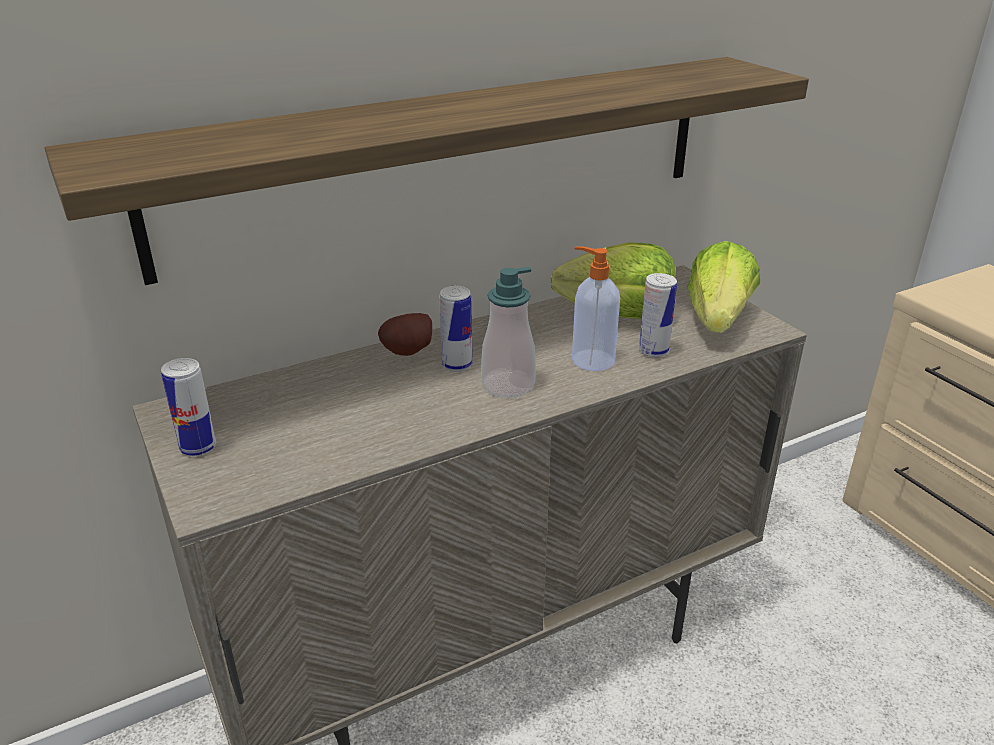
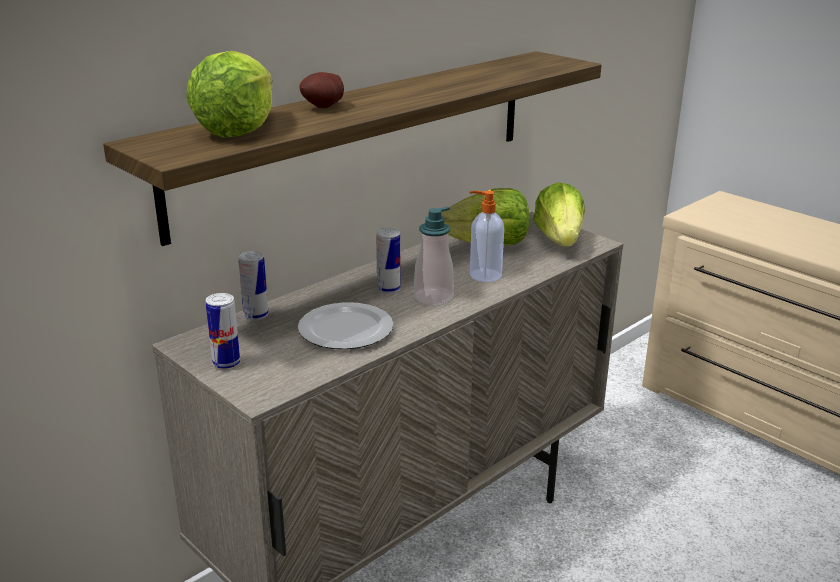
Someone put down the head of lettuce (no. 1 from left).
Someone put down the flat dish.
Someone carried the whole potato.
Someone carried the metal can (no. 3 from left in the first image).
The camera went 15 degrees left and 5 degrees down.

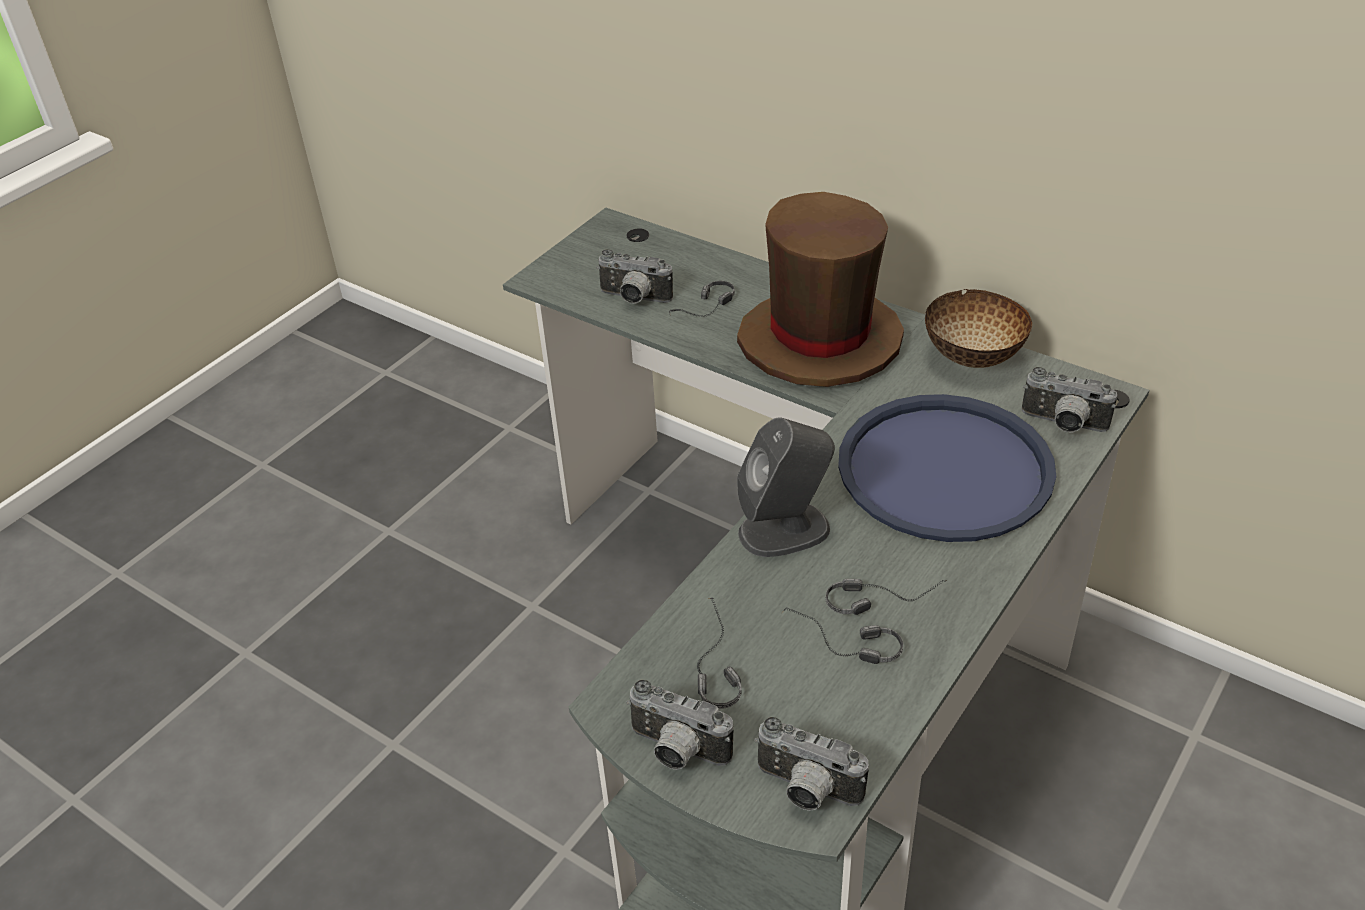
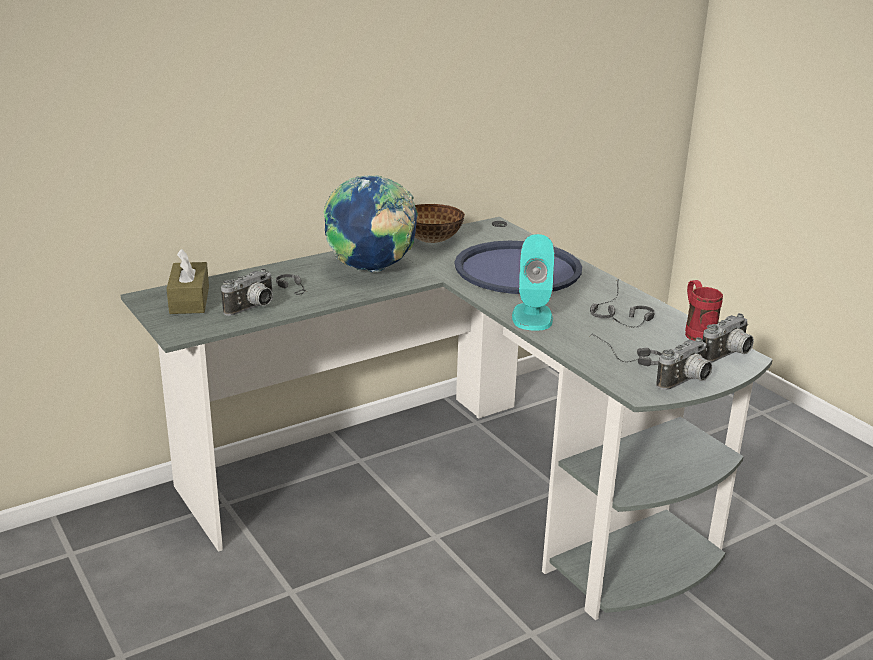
Someone took away the still camera (no. 4 from left).
Someone put down the brown tissue holder.
Someone put down the reddish tea mug.
Someone swapped the brown clothing hat for the desk globe.
Someone repainted the greyish speaker, which became the turquoise-coloured speaker.
The camera went 70 degrees left and 15 degrees down.

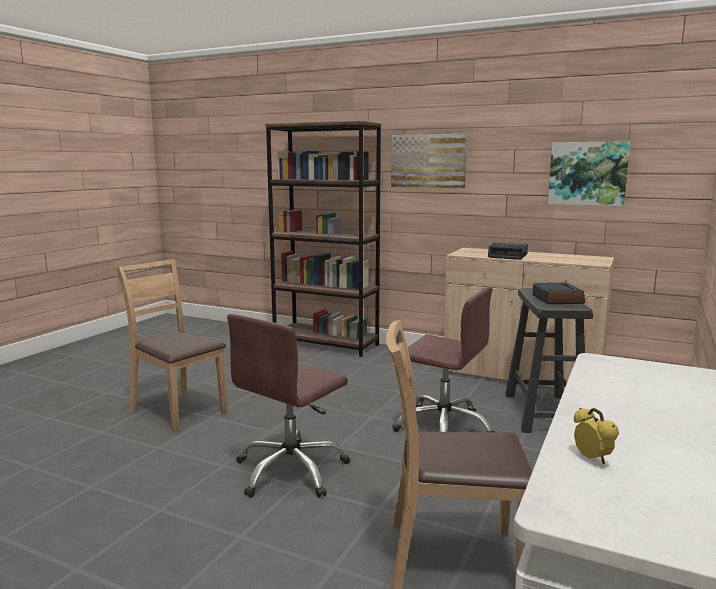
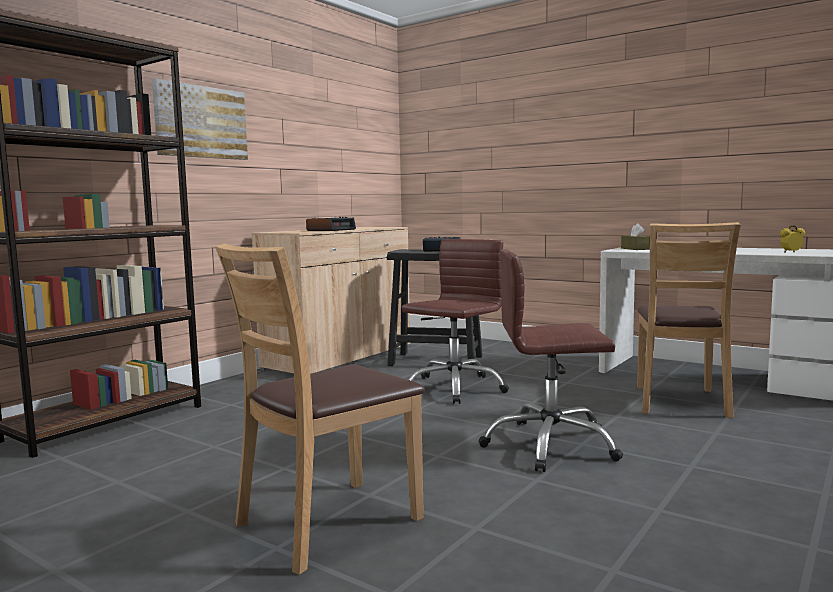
Someone took away the picture (no. 2 from left).
Someone put down the brown tissue holder.
Someone rotated the brown desk chair (no. 1 from left in the first image) by 135 degrees clockwise.
The camera went 80 degrees left and 5 degrees down.

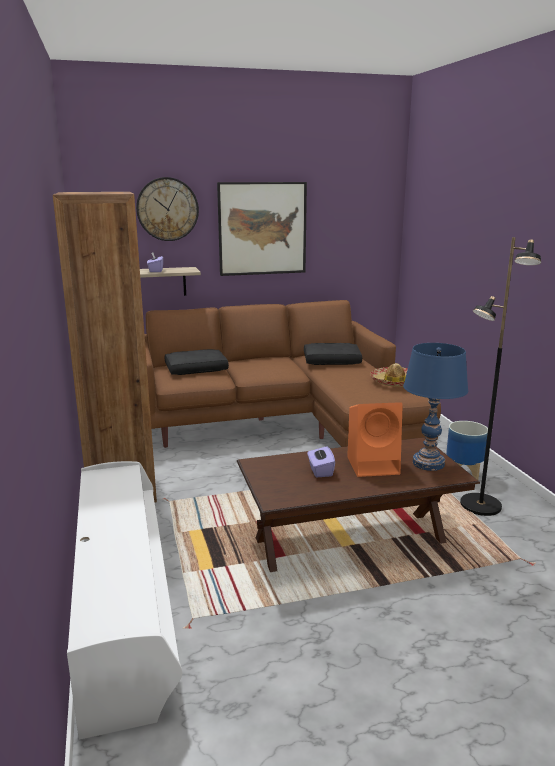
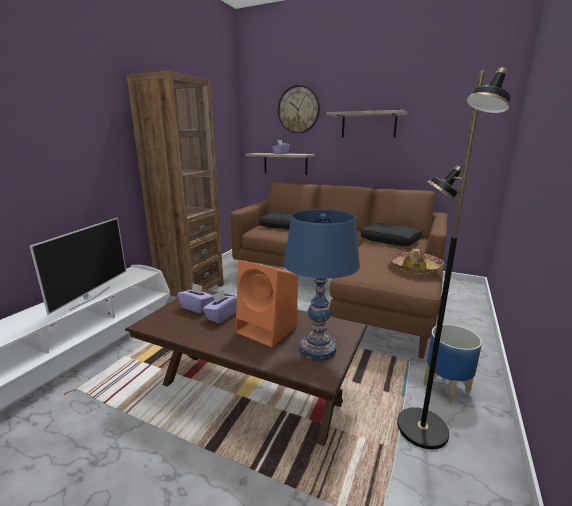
Someone put down the TV set.
Someone put down the purplish tissue holder (no. 1 from left).
Someone swapped the picture for the bracket shelf (no. 2 from left).
The camera went 40 degrees right and 0 degrees up.

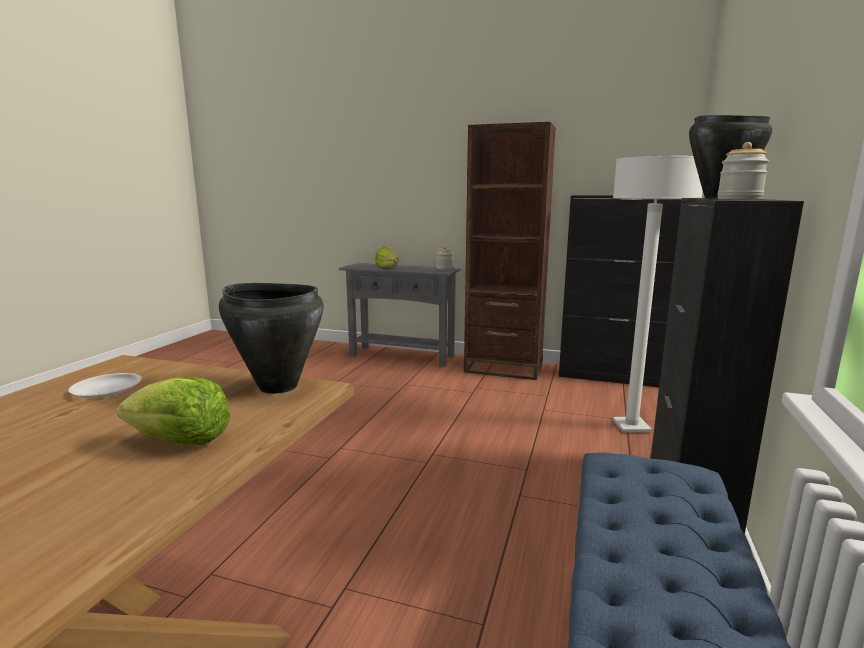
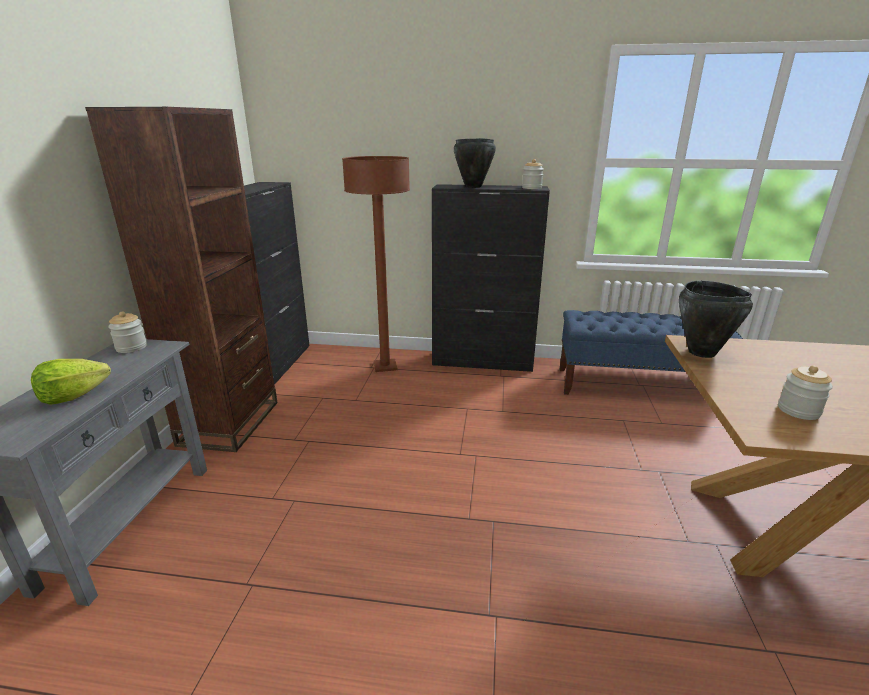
Someone took away the head of lettuce (no. 1 from left).
Someone swapped the whitish flat dish for the storage jar (no. 3 from left).
Someone repainted the whitish floor lamp, which became the brown floor lamp.
The camera went 100 degrees left and 10 degrees up.

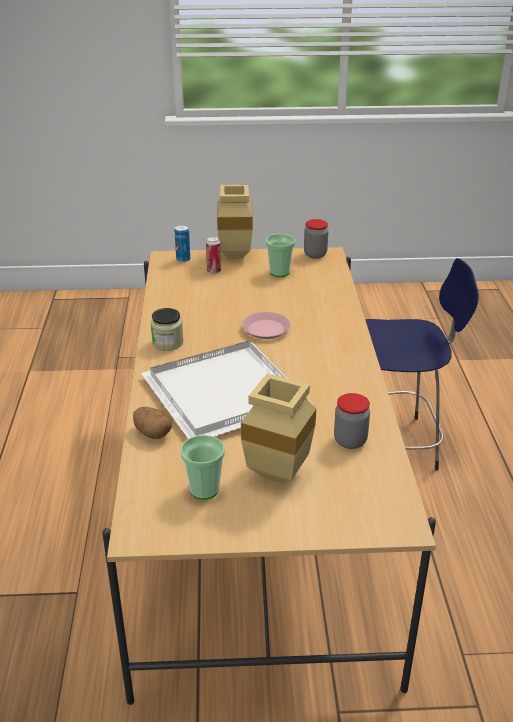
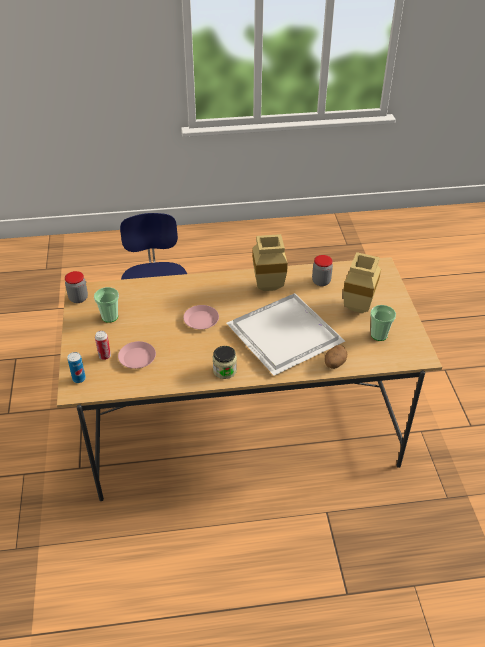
Someone put down the pinkish flat dish (no. 1 from left).
Someone carried the sand-coloured flower vase (no. 1 from left).
The camera went 95 degrees left and 10 degrees up.

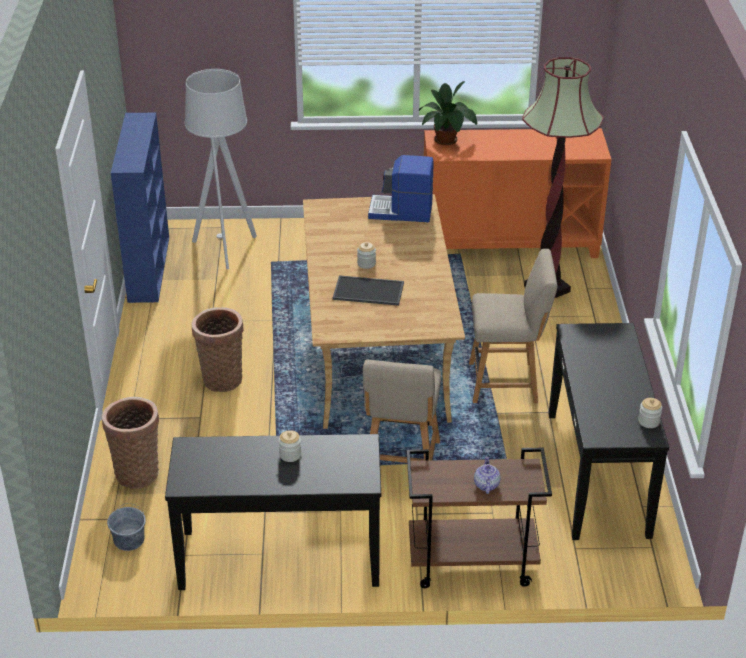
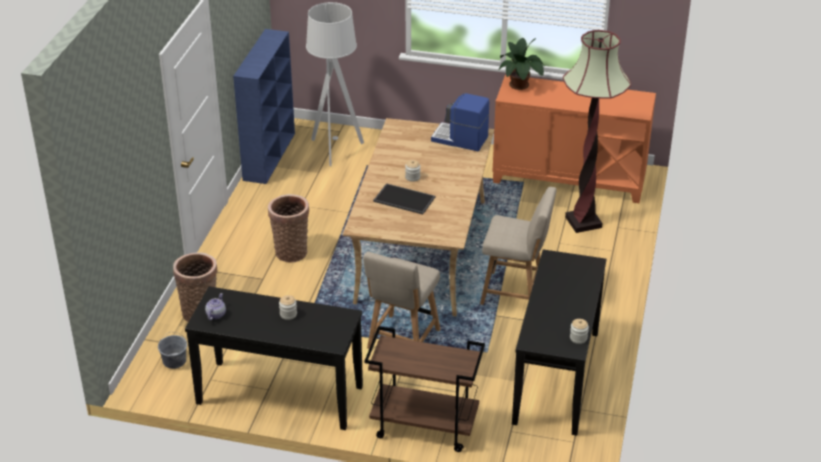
Someone carried the teapot.
The camera went 15 degrees right and 0 degrees up.

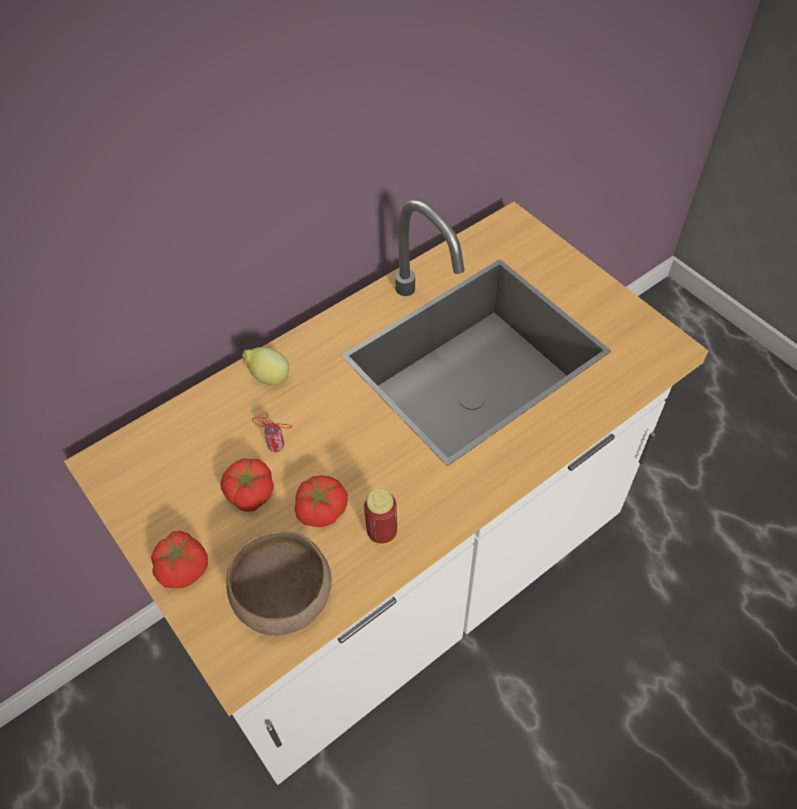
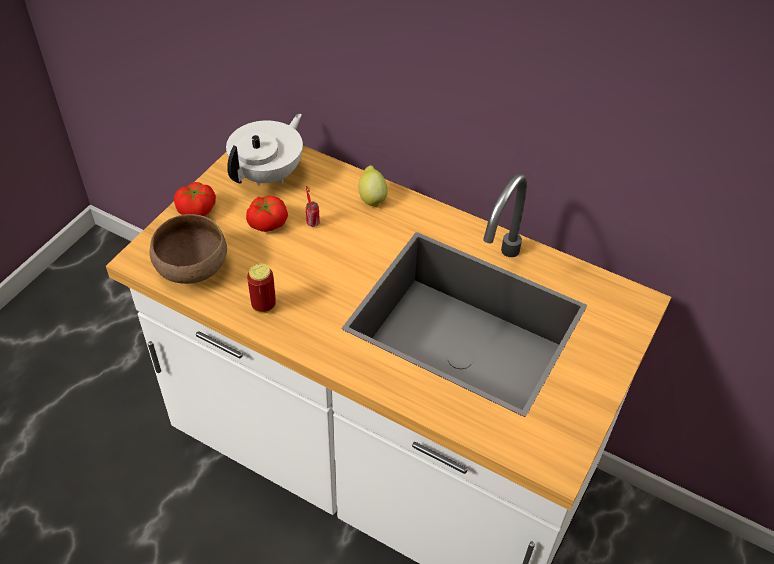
Someone took away the tomato (no. 3 from left).
Someone put down the whitish teapot.
The camera went 65 degrees right and 5 degrees down.

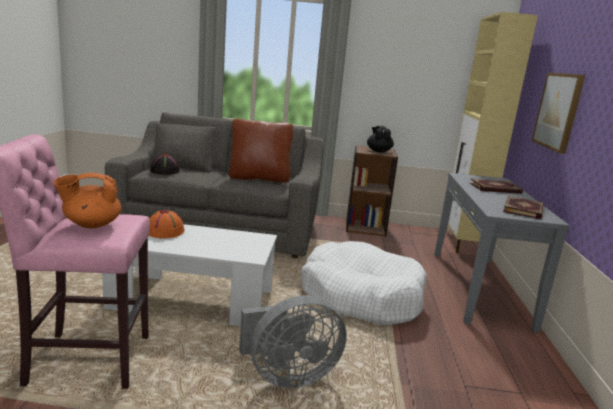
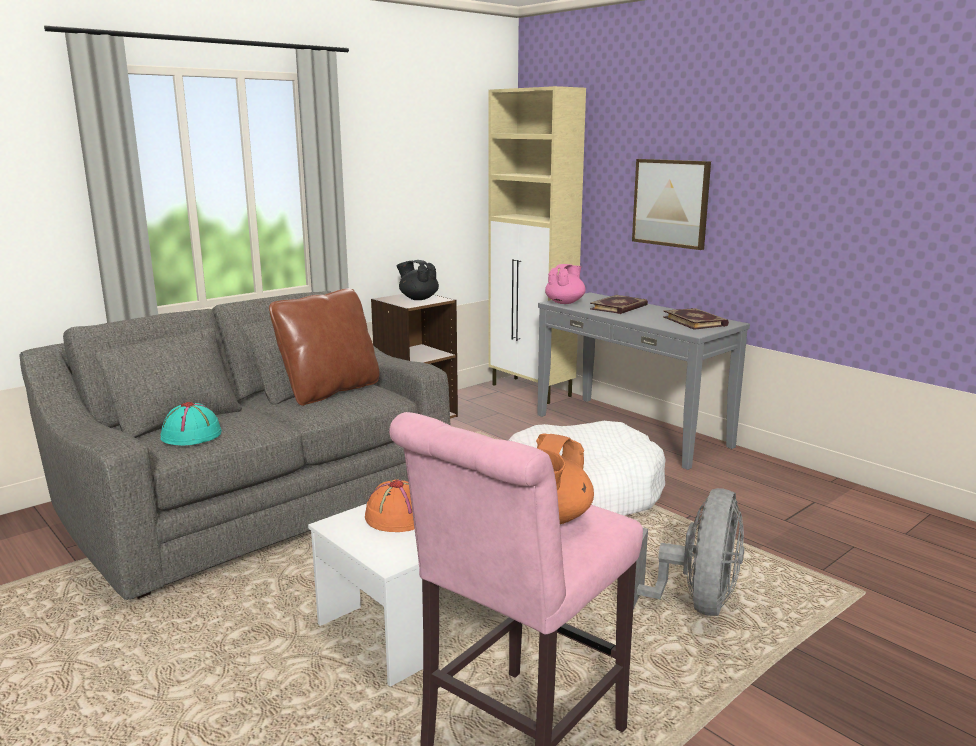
Someone put down the pinkish teapot.
Someone repainted the blackish clothing hat, which became the turquoise-coloured clothing hat.
The camera went 45 degrees left and 0 degrees up.

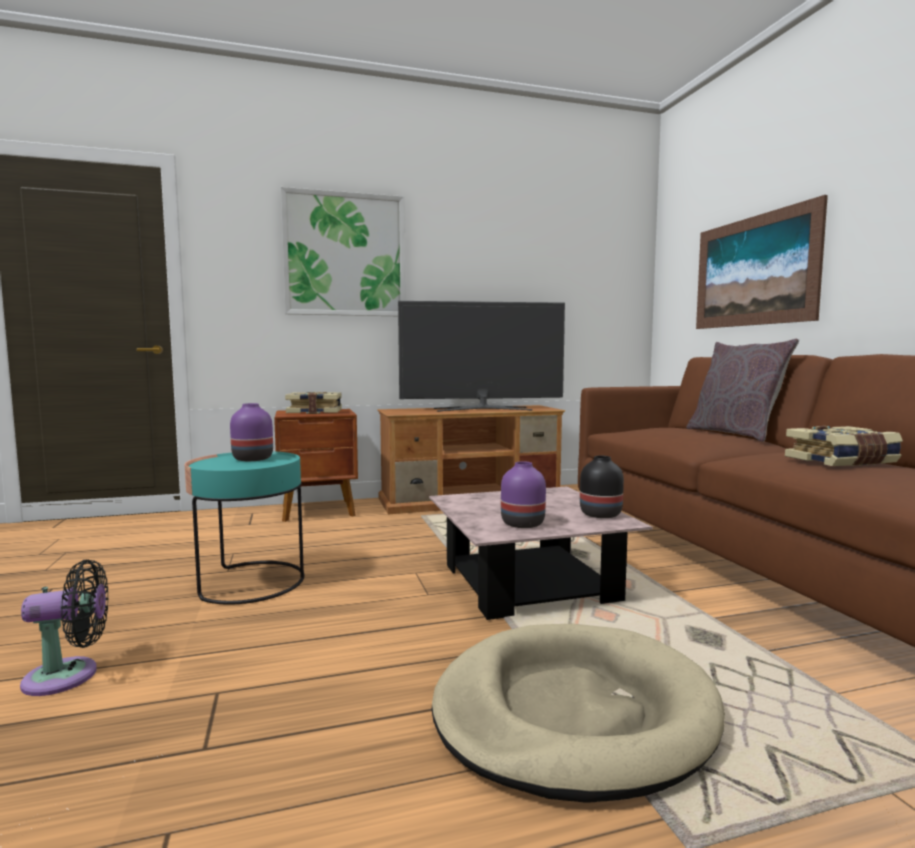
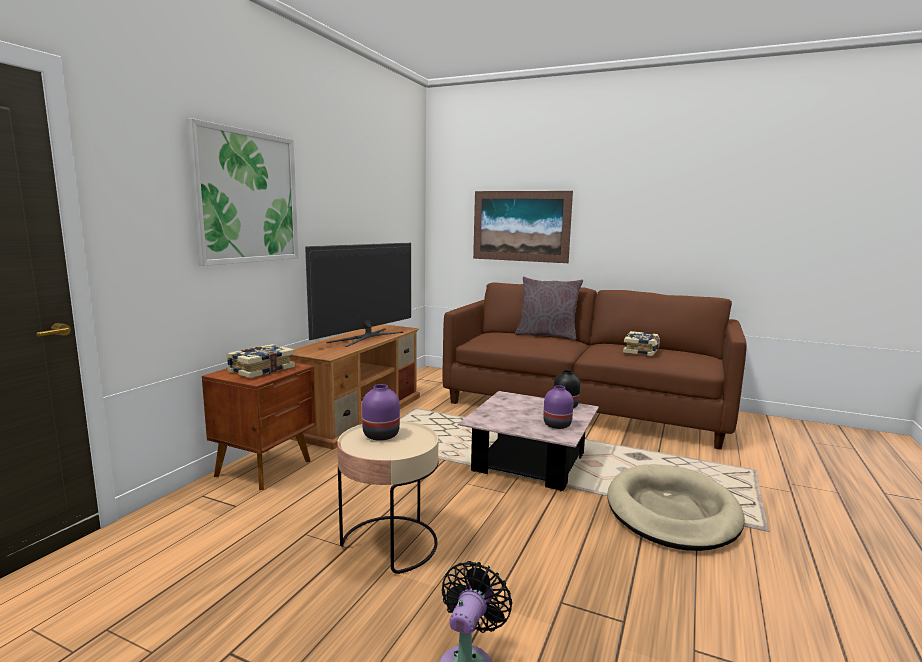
Someone repainted the turquoise-coloured accent table, which became the sand-coloured accent table.
The camera went 50 degrees left and 5 degrees up.

